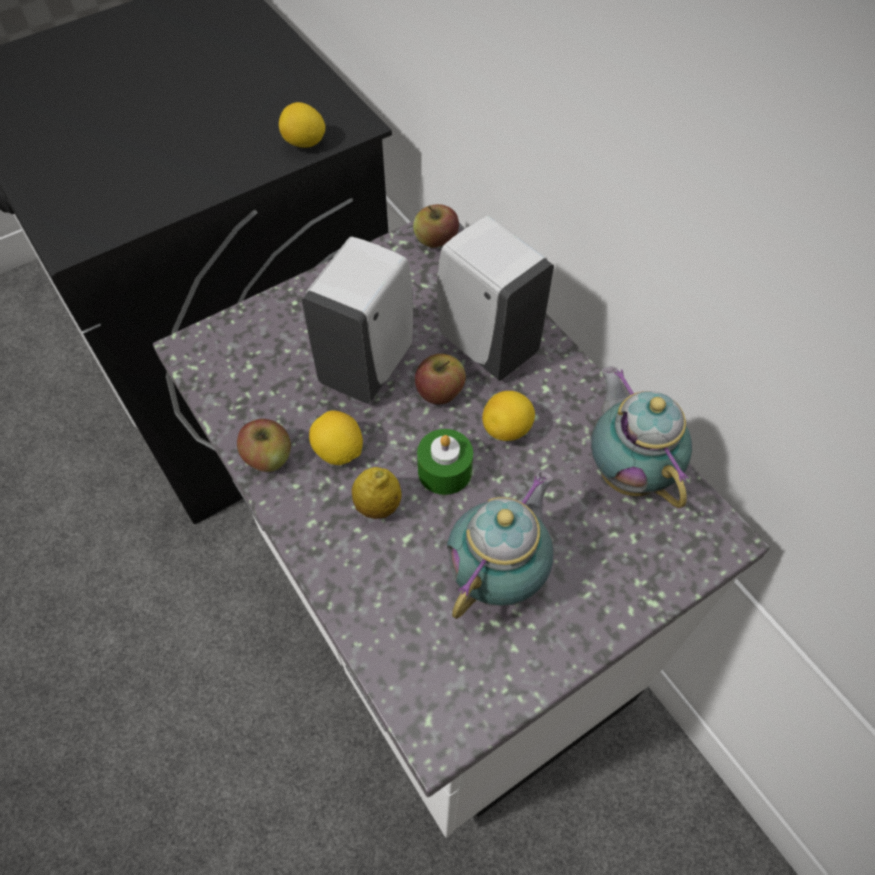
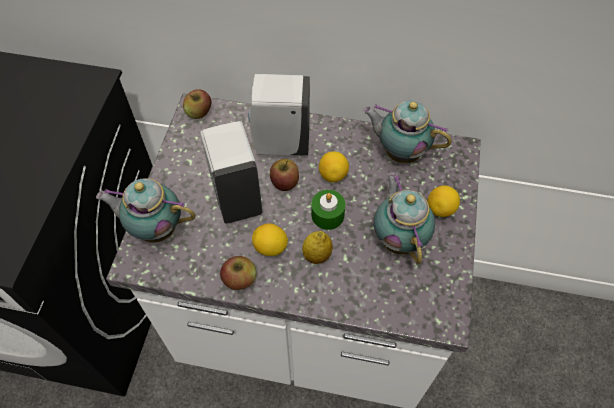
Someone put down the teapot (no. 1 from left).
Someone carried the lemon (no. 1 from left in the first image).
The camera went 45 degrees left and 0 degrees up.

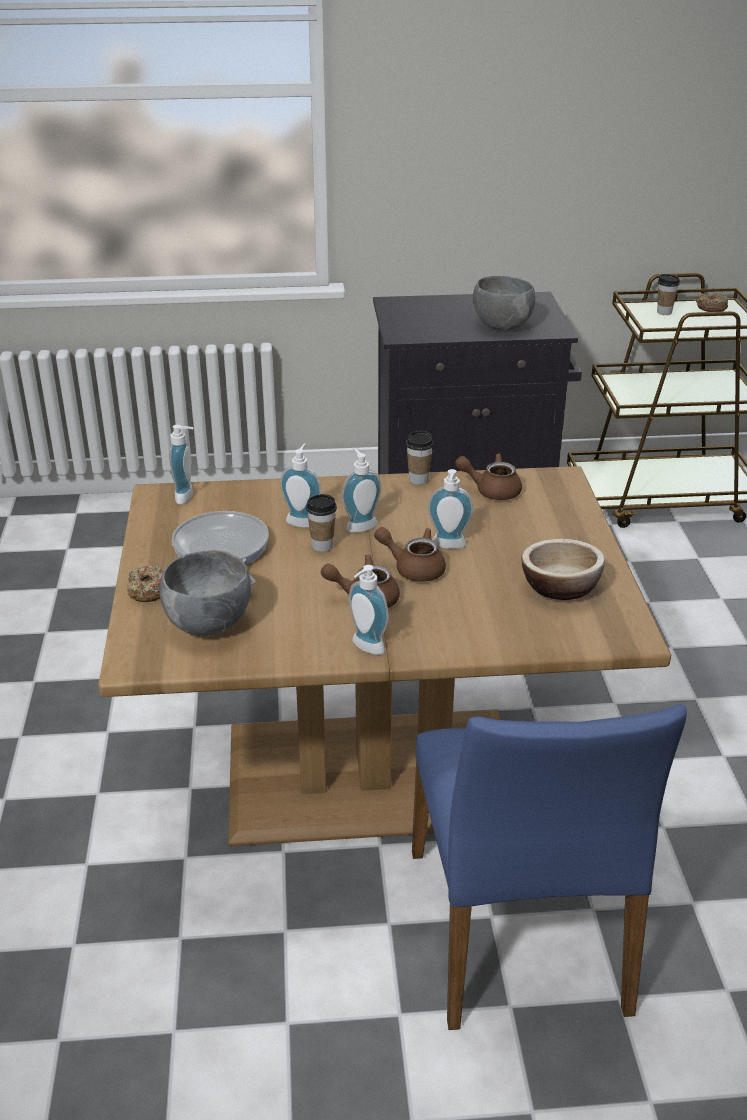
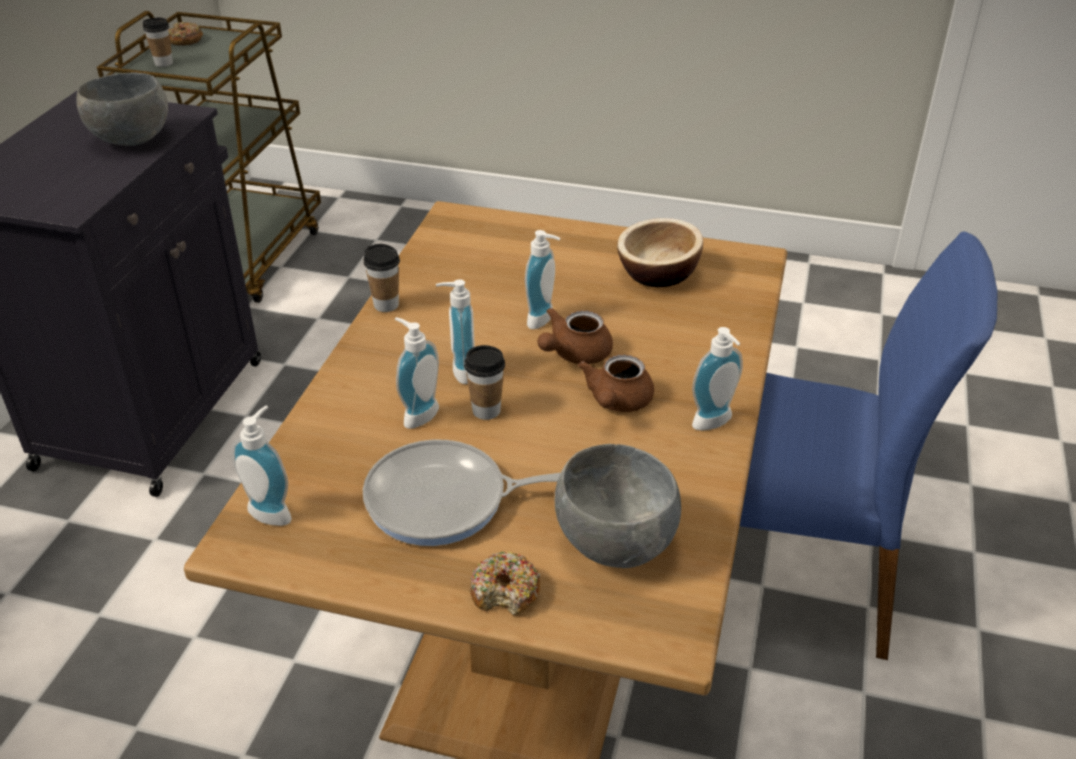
Someone took away the brown teapot (no. 3 from left).
The camera went 70 degrees left and 5 degrees up.

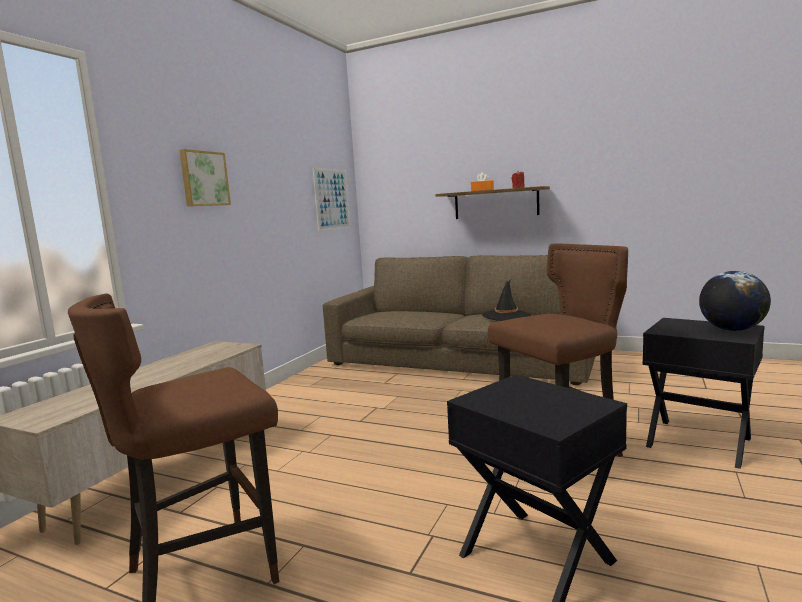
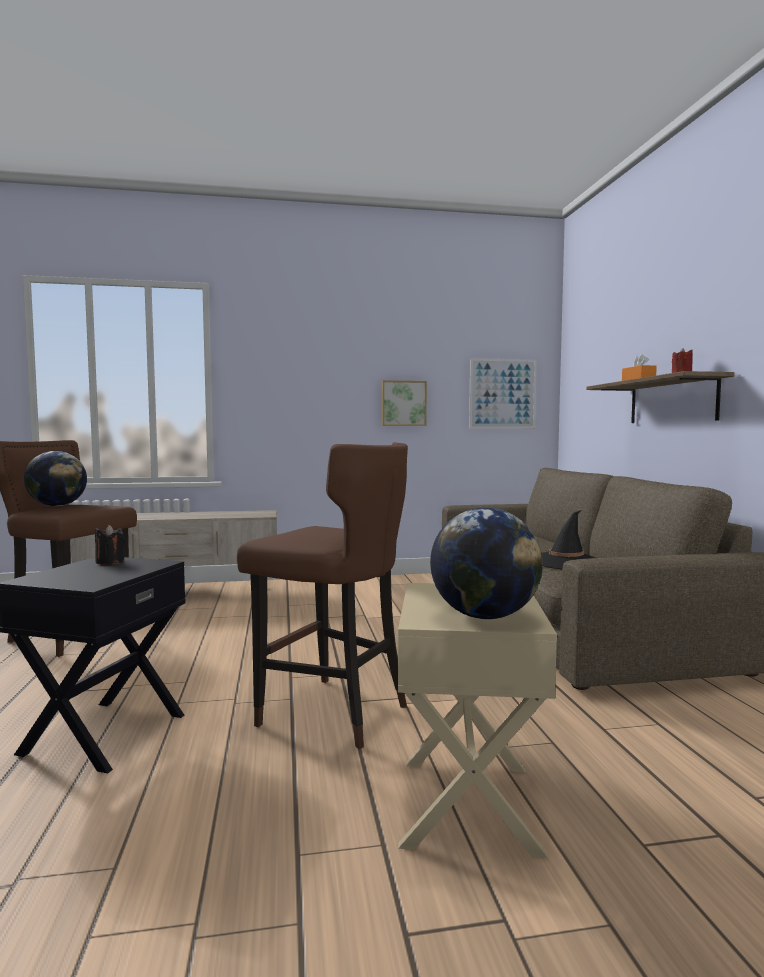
Someone put down the desk globe (no. 1 from left).
Someone put down the blackish wax candle.
Someone carried the picture (no. 1 from left).
Someone repainted the blackish accent table (no. 2 from left), which became the sand-coloured accent table.
The camera went 55 degrees right and 5 degrees down.

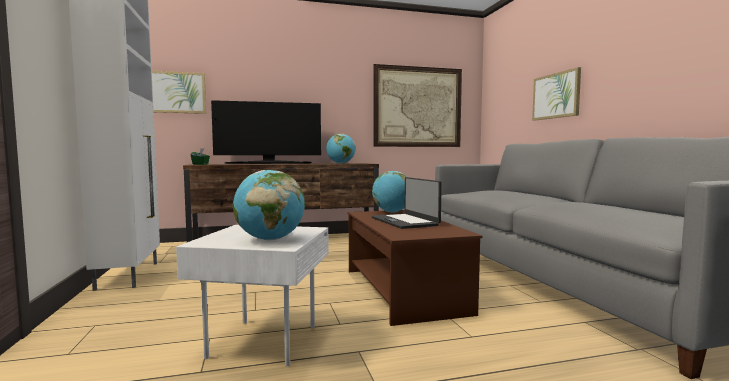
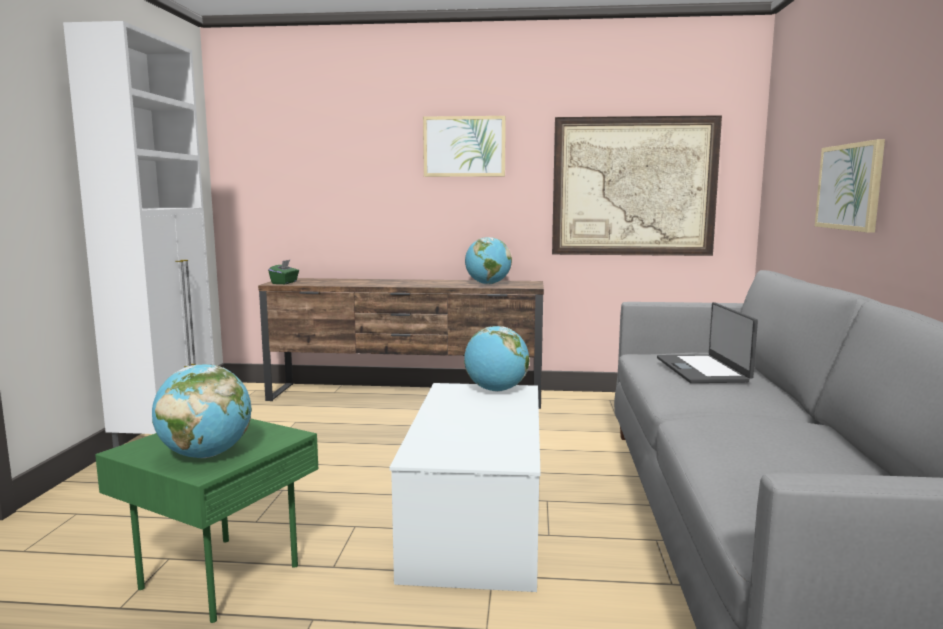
Someone took away the TV set.
Someone carried the picture (no. 1 from left).
Someone carried the notebook computer.
Someone repainted the whitish accent table, which became the greenish accent table.
Someone repainted the brown lounge table, which became the whitish lounge table.
The camera went 20 degrees right and 5 degrees up.

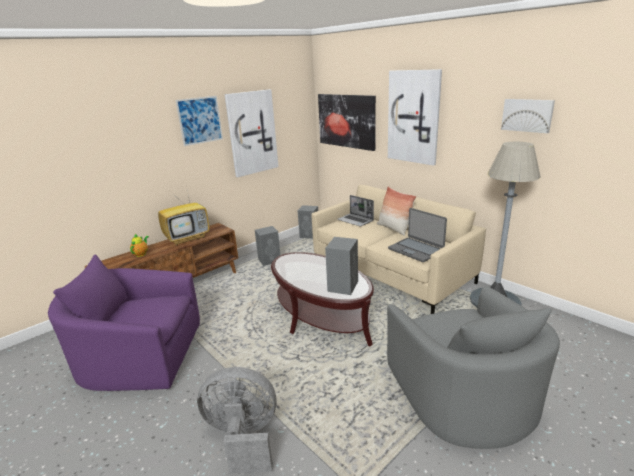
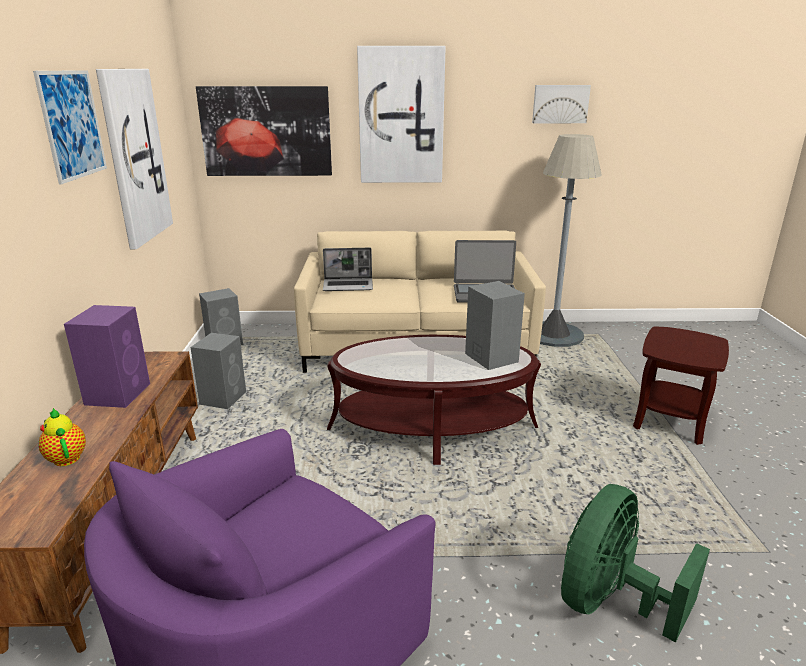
Someone took away the cushion.
Someone swapped the TV set for the purplish speaker.
Someone swapped the greyish armchair for the brown accent table.
Someone repainted the greyish fan, which became the greenish fan.
The camera went 50 degrees left and 0 degrees up.

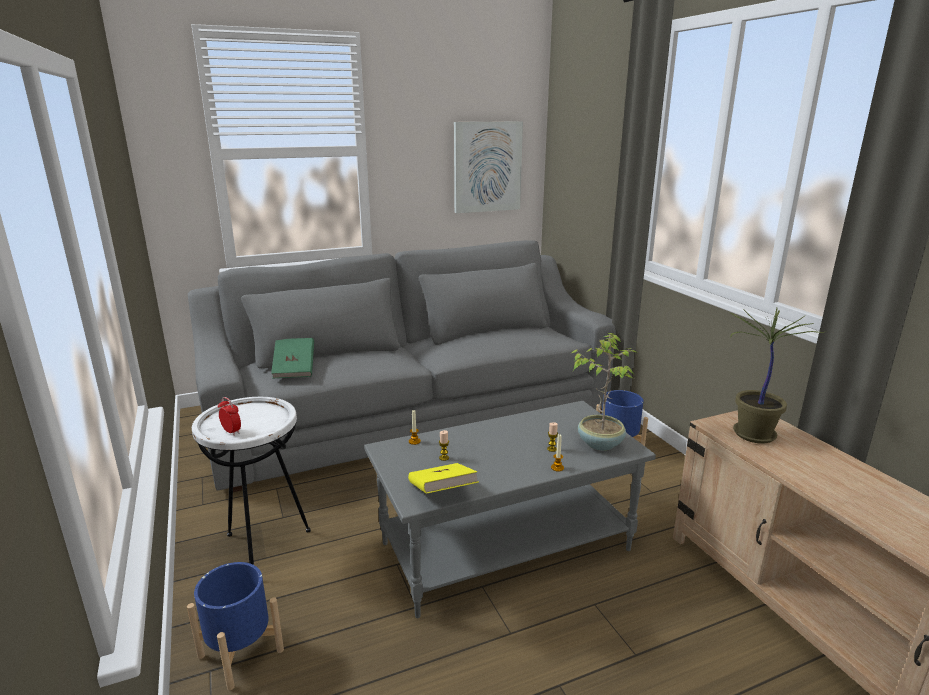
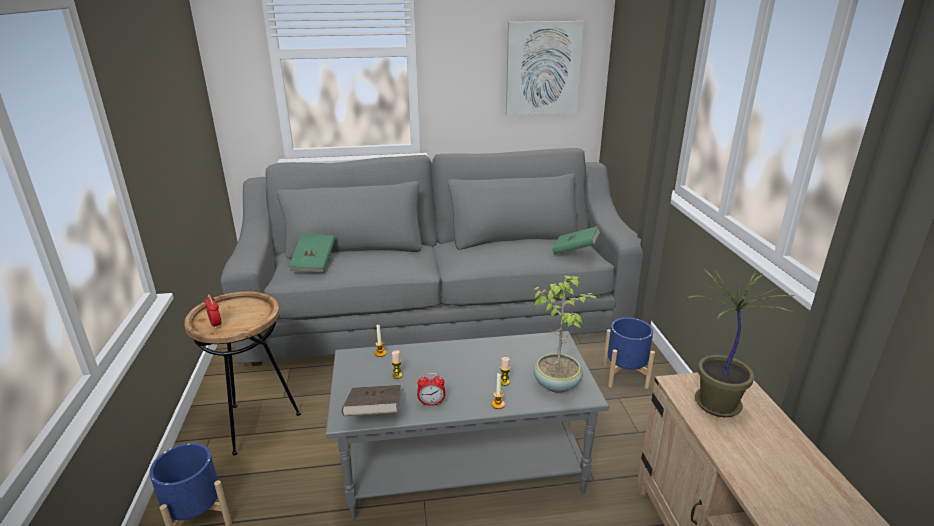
Someone put down the alarm clock (no. 2 from left).
Someone put down the greenish book (no. 2 from left).
Someone repainted the whitish accent table, which became the brown accent table.
Someone repainted the yellow book, which became the brown book.
The camera went 15 degrees right and 5 degrees up.

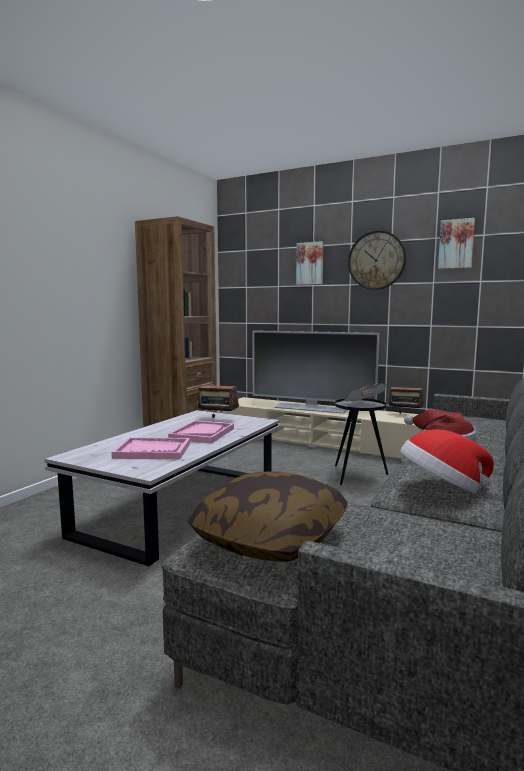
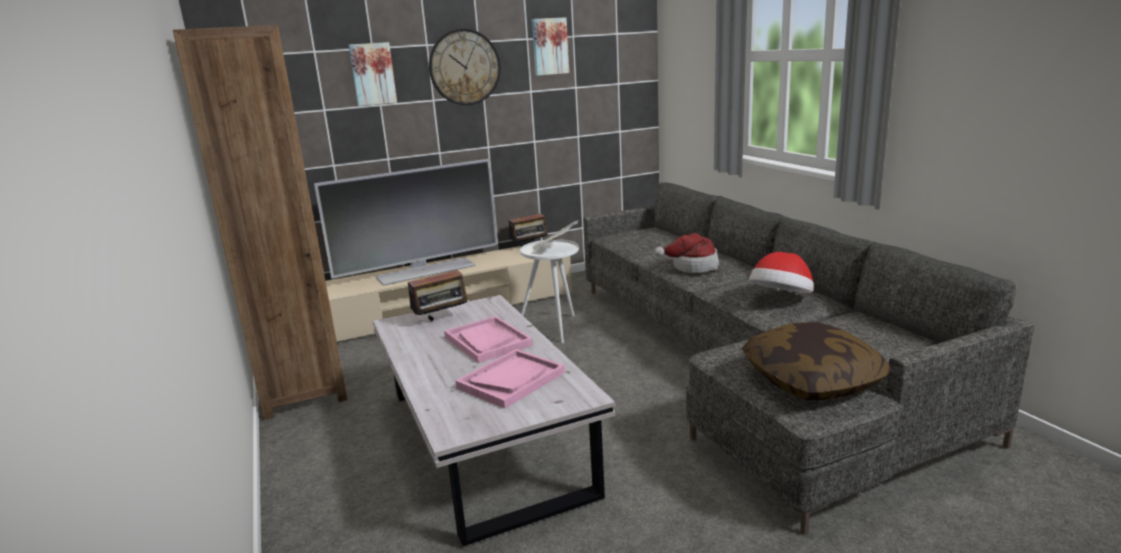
Someone repainted the blackish accent table, which became the whitish accent table.
The camera went 50 degrees left and 10 degrees up.

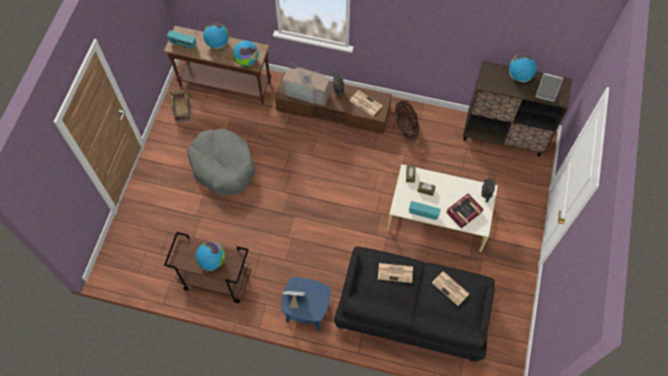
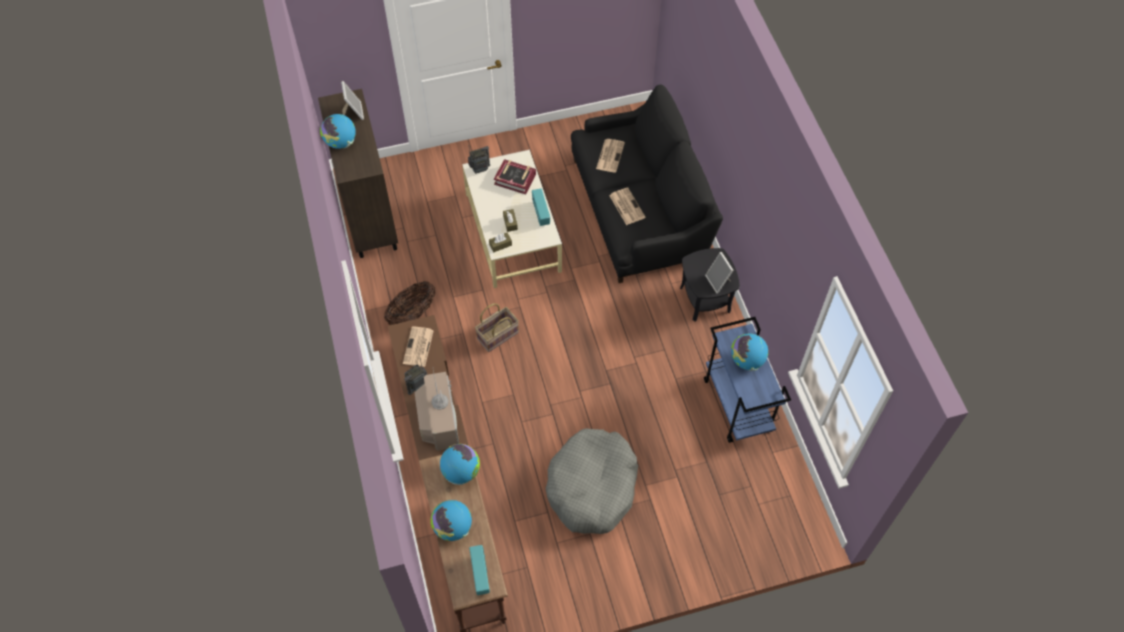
Someone carried the storage basket (no. 1 from left in the first image).
Someone repainted the brown trolley, which became the bluish trolley.
Someone repainted the bluish accent table, which became the blackish accent table.
The camera went 120 degrees left and 5 degrees down.

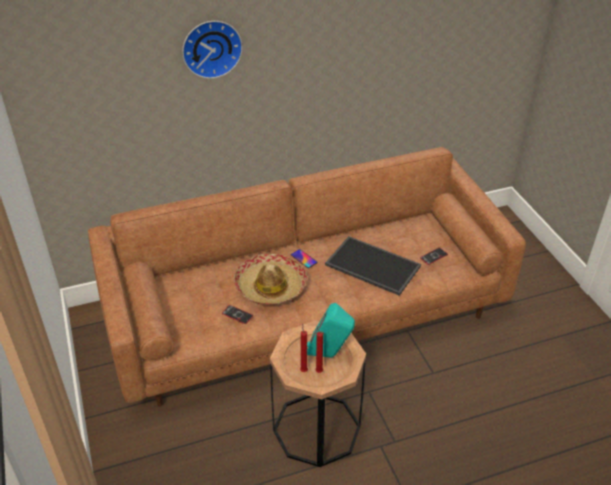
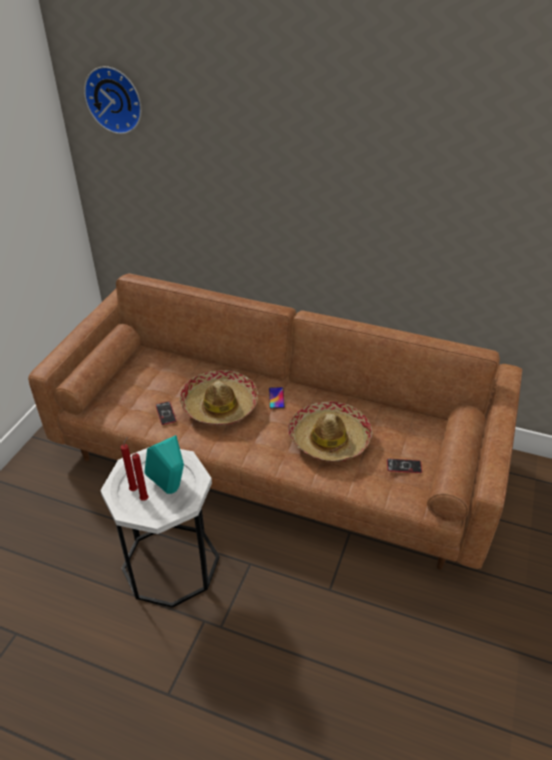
Someone carried the hanging clock.
Someone swapped the carrying tray for the clothing hat (no. 2 from left).
Someone repainted the brown accent table, which became the whitish accent table.
The camera went 40 degrees right and 0 degrees up.

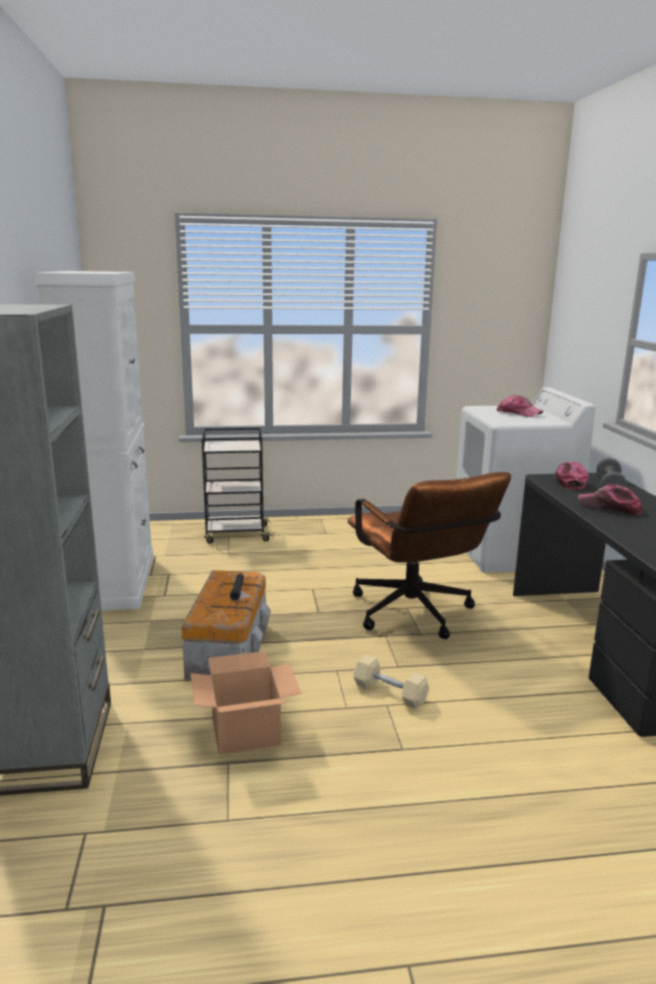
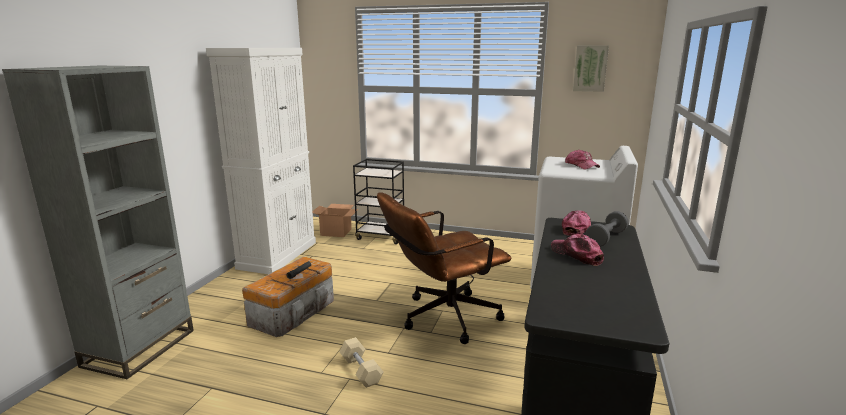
Someone put up the picture.
Someone carried the packing box.
Someone rotated the brown desk chair by 60 degrees clockwise.
The camera went 25 degrees right and 0 degrees up.

